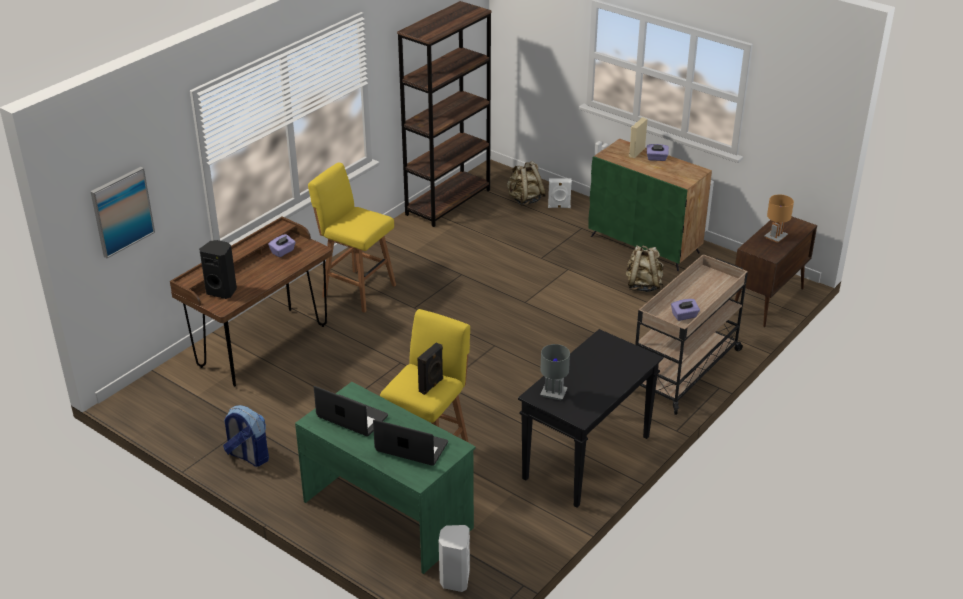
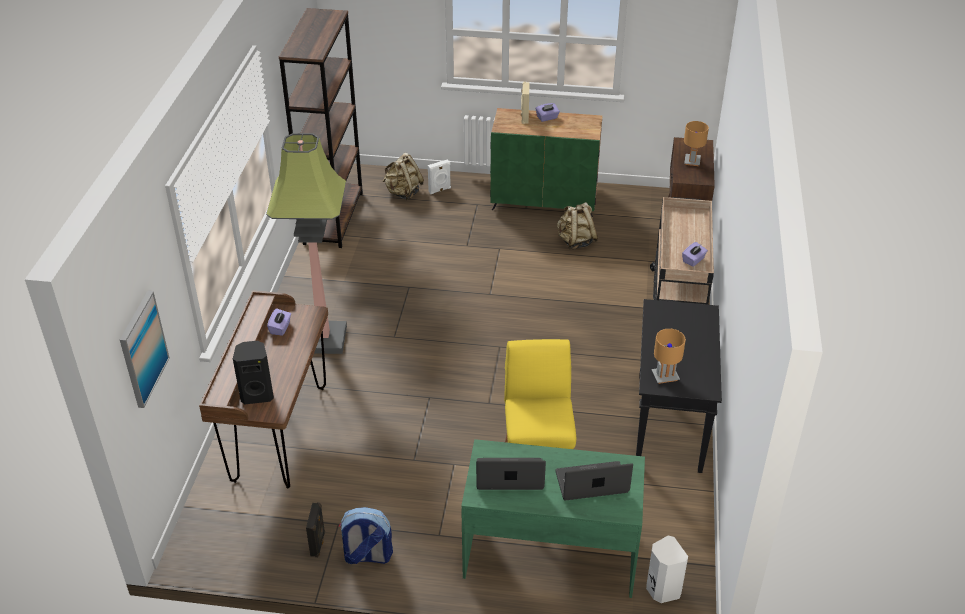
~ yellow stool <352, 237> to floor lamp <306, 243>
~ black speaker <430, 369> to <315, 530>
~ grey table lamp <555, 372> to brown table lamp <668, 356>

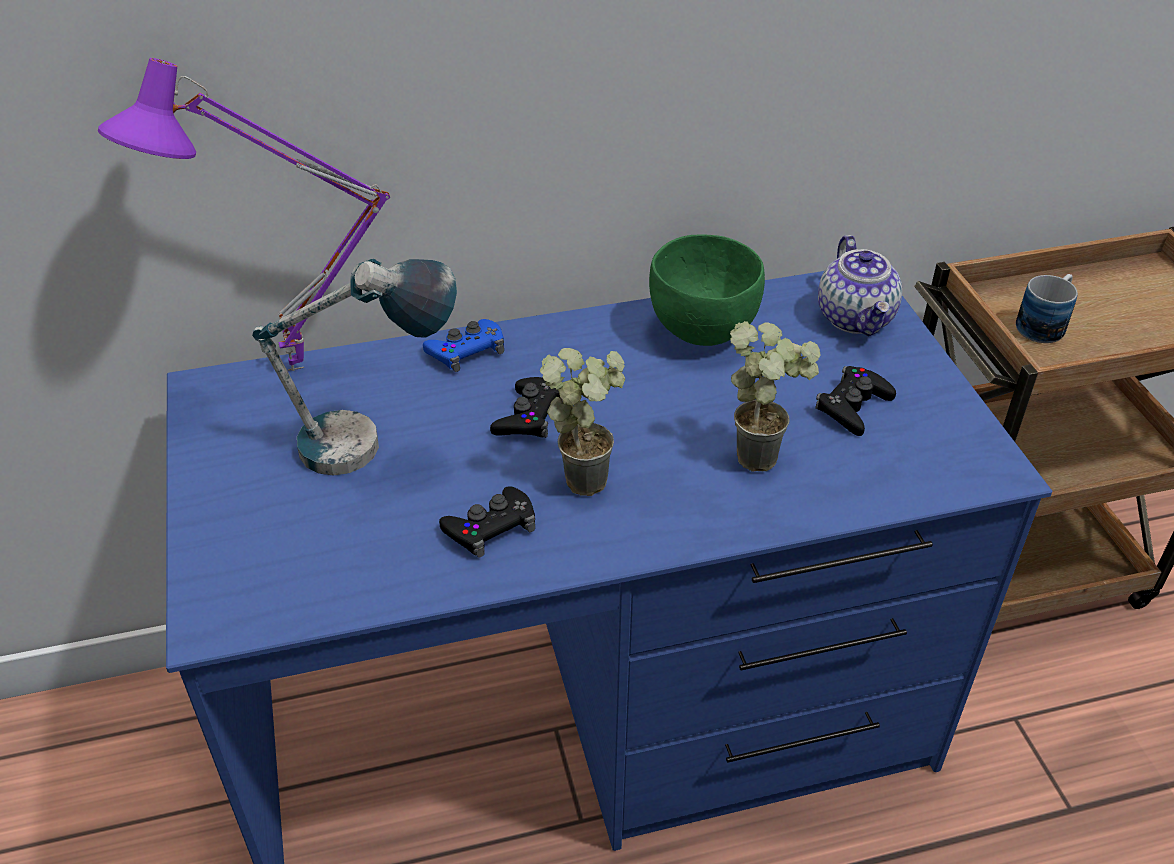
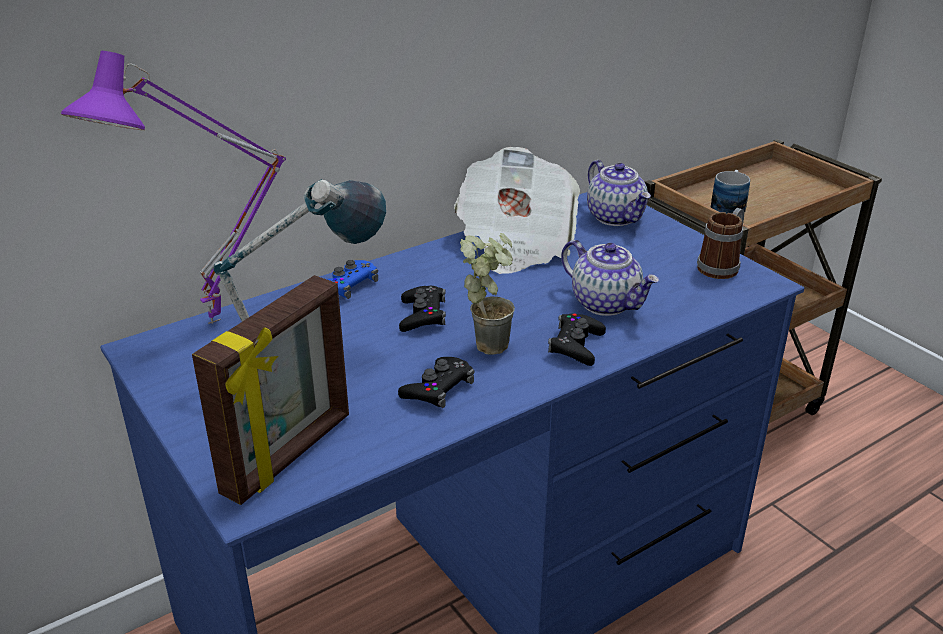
~ green bowl <707, 290> to newspaper <517, 210>
~ potted plant <775, 396> to teapot <610, 278>
~ black game controller <855, 401> to <577, 339>
+ mug <720, 243>
+ picture frame <270, 390>

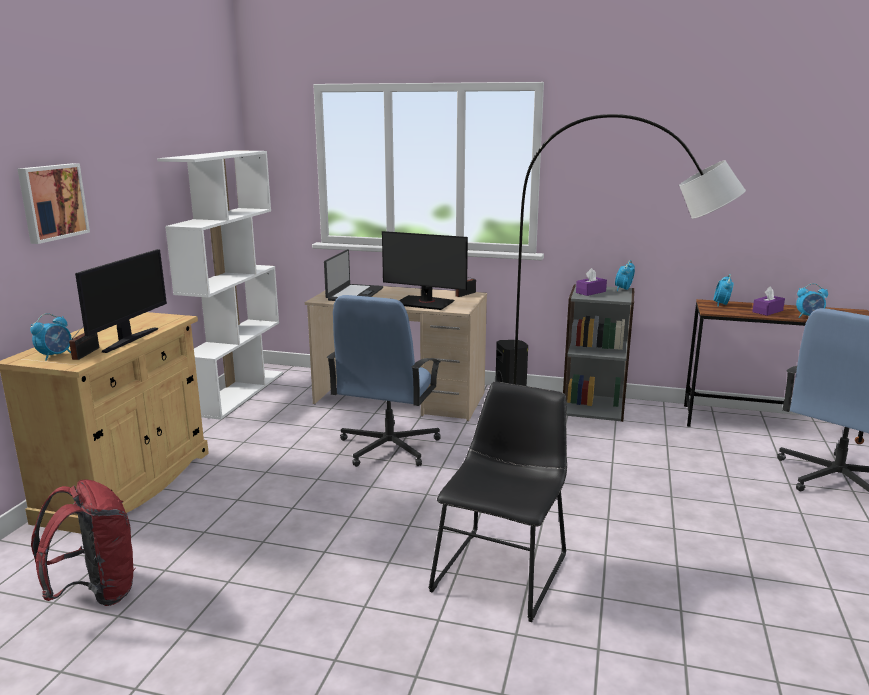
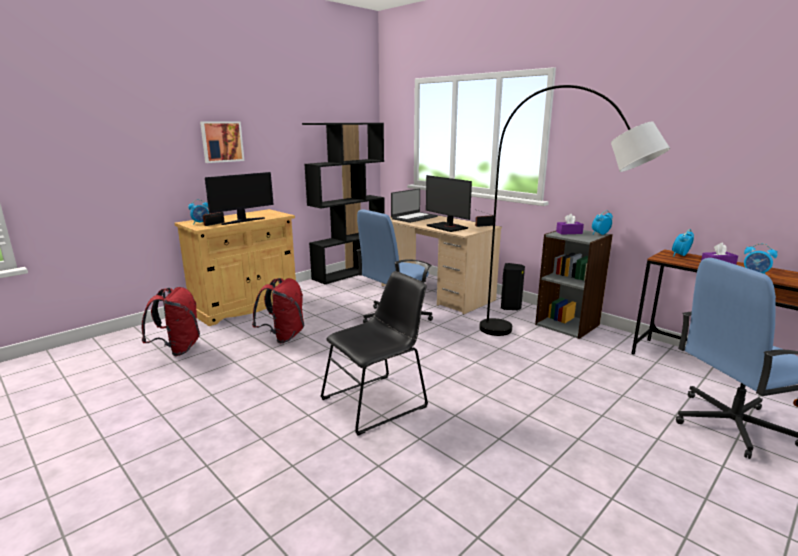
~ white bookcase <220, 285> to black bookcase <343, 203>
+ red backpack <278, 310>

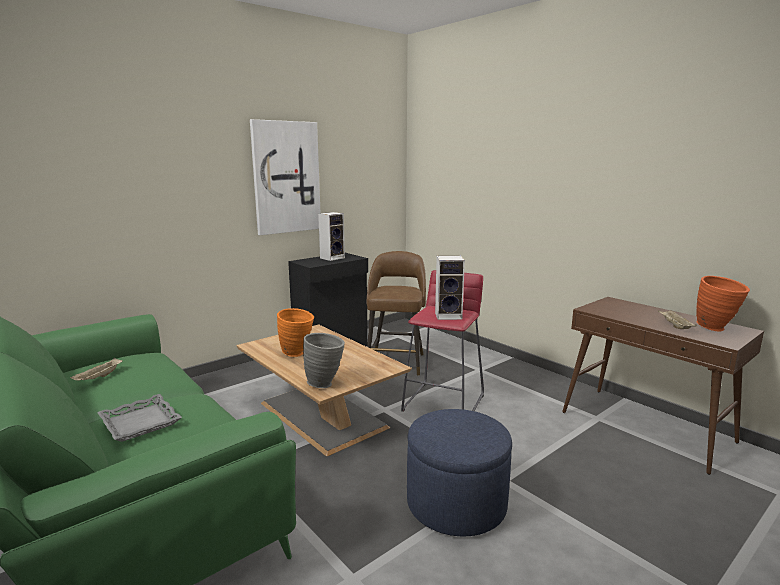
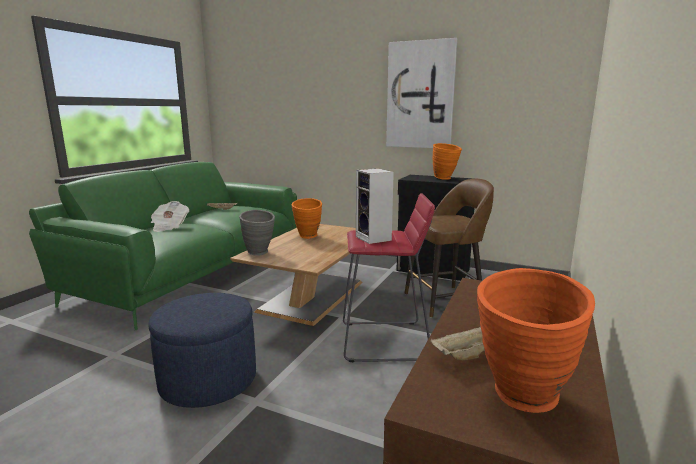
~ speaker <331, 236> to orange vase <447, 161>
~ grey tray <139, 418> to newspaper <169, 216>

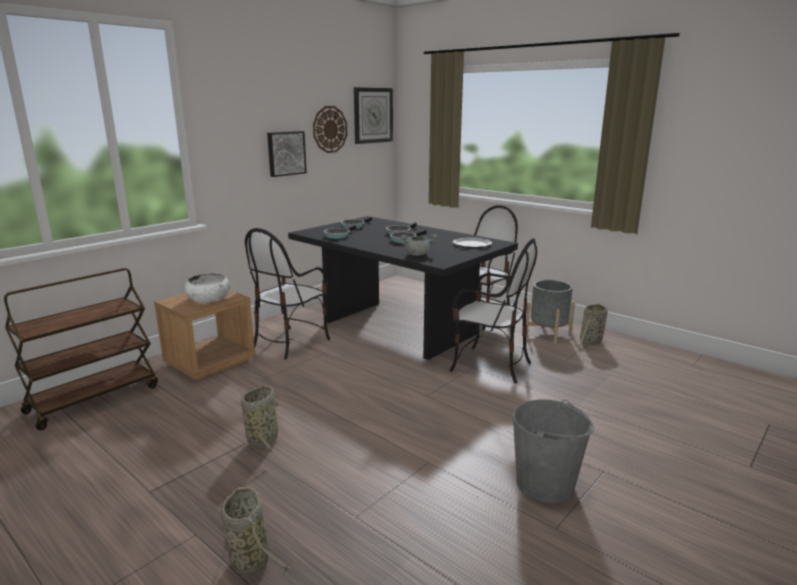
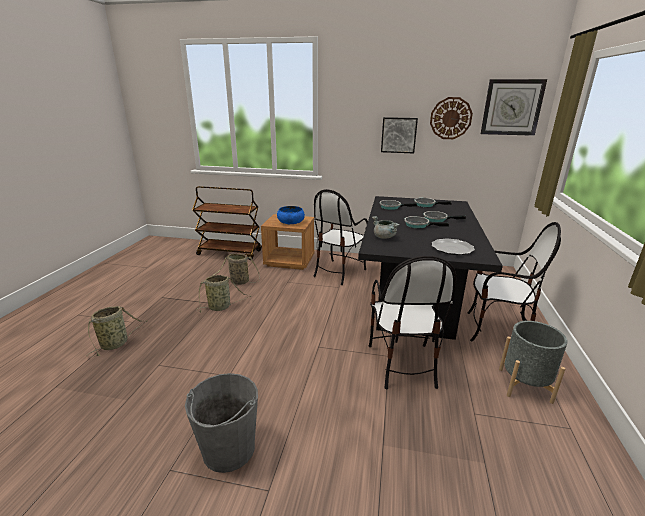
~ chair <287, 293> = <340, 237> 60 degrees counterclockwise
~ white bowl <207, 288> to blue bowl <291, 215>
~ basket <594, 328> to <236, 269>

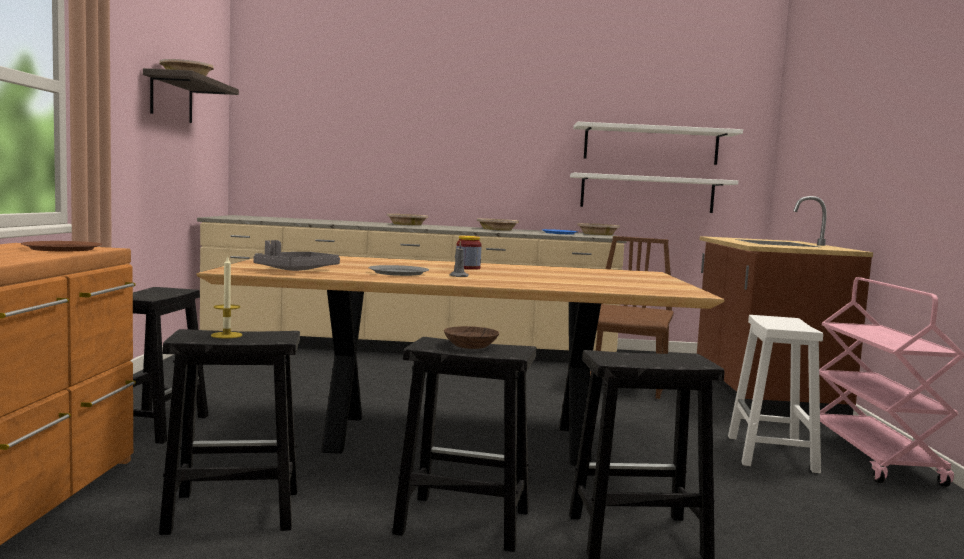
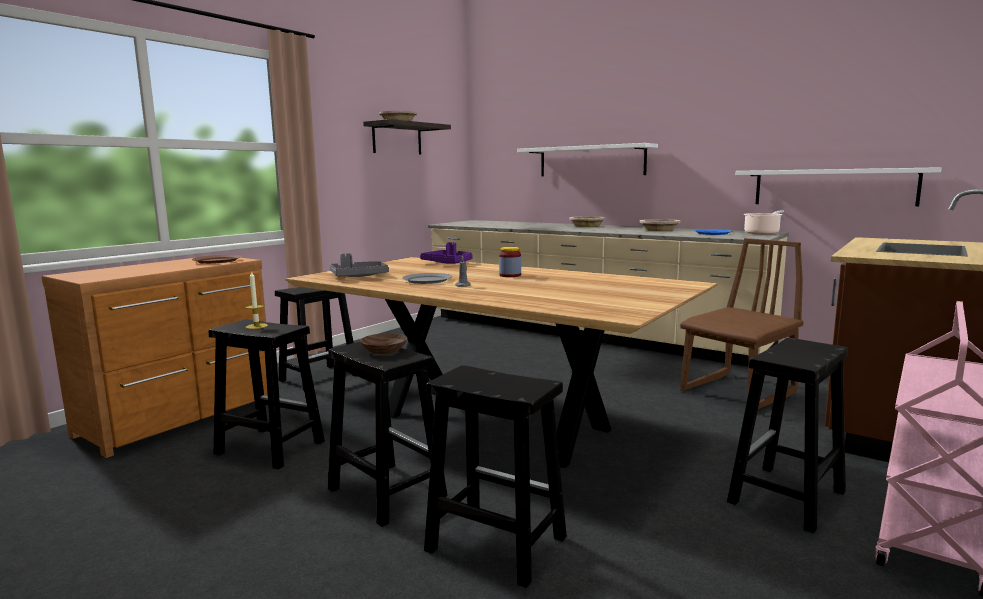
~ white shelf <658, 143> to <587, 160>
~ beige bowl <599, 229> to cooking pot <764, 222>
~ white stool <775, 394> to black stool <787, 436>
+ purple tray <446, 253>

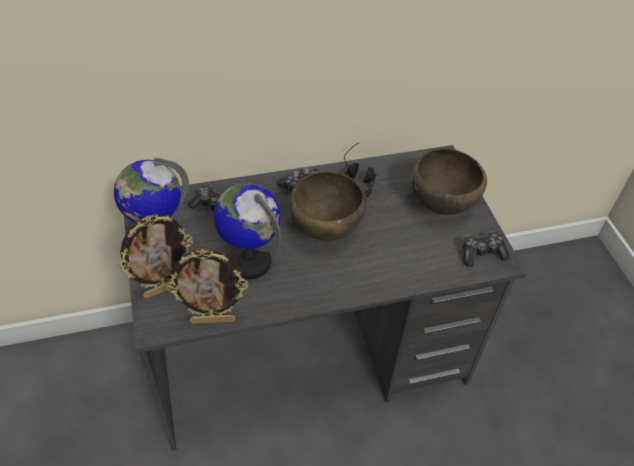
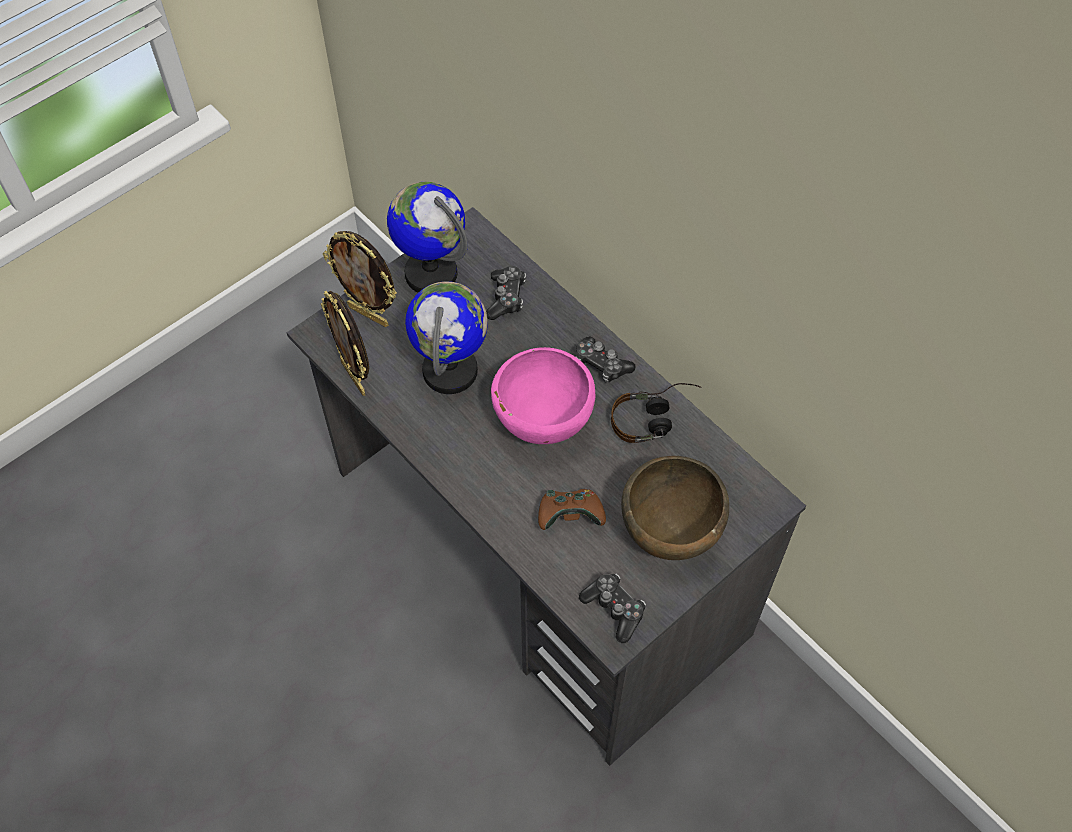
~ brown bowl <327, 206> to pink bowl <543, 395>
+ brown game controller <572, 509>

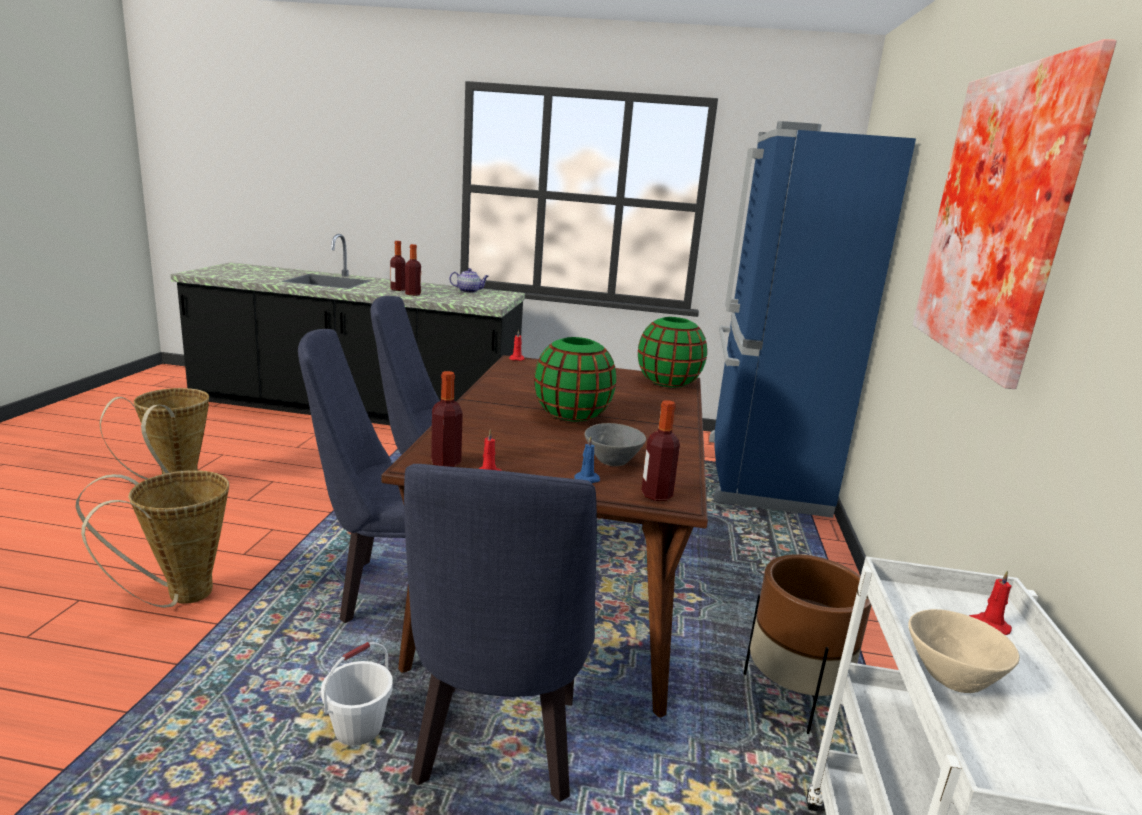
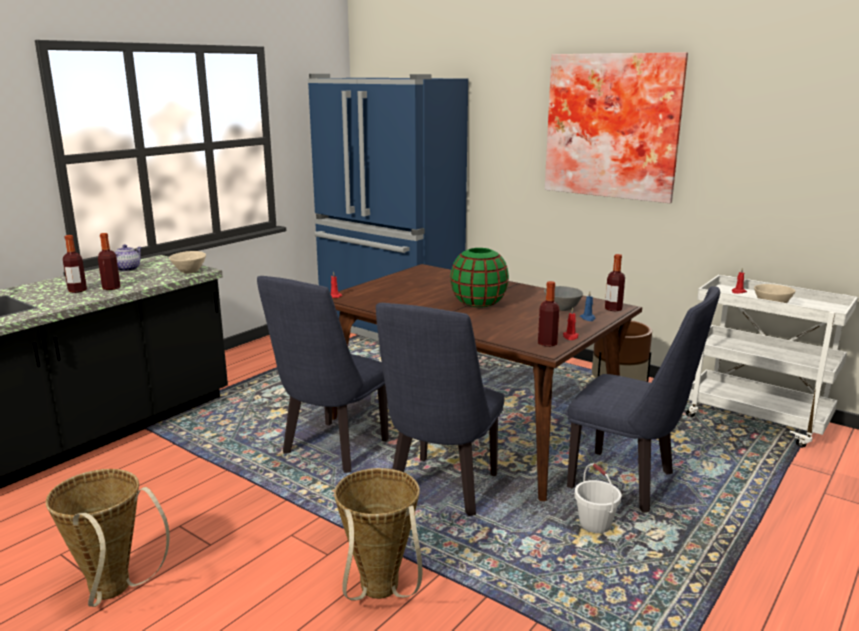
- green vase <672, 352>
+ beige bowl <187, 262>

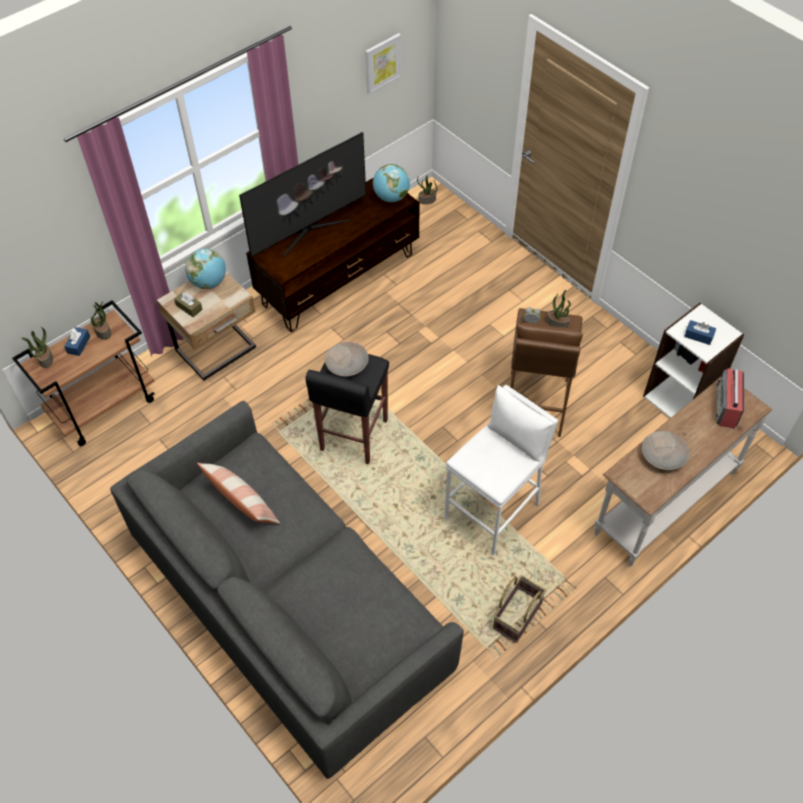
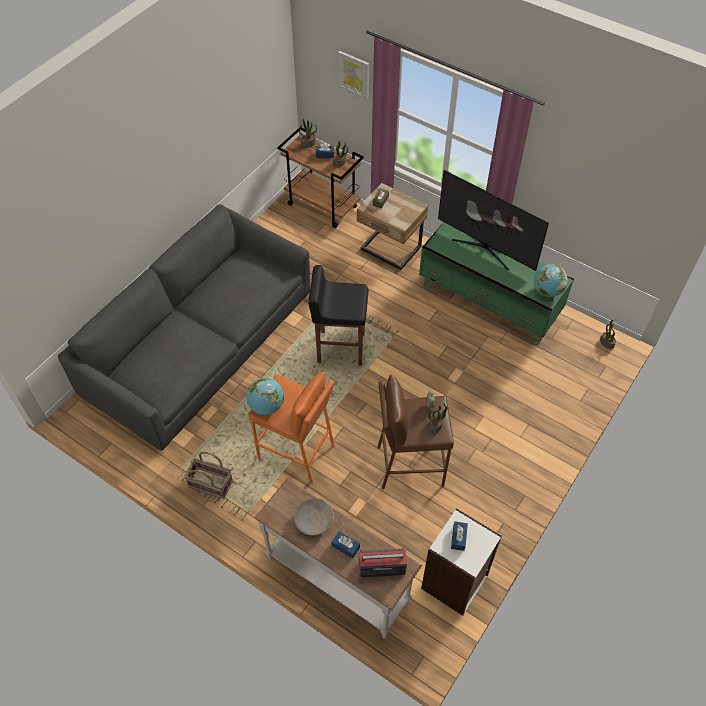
~ picture <383, 63> to <353, 75>
~ brown tv stand <333, 254> to green tv stand <496, 284>
~ globe <205, 269> to <265, 396>
- beige bowl <347, 359>
~ white stool <501, 470> to orange stool <291, 428>
- pillow <238, 493>
+ blue tissue box <346, 544>

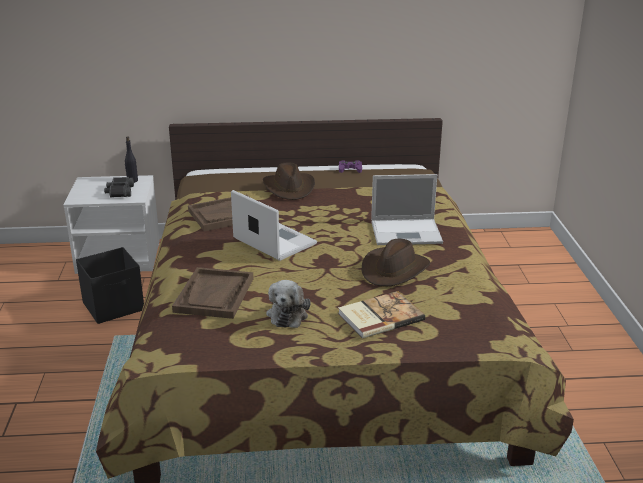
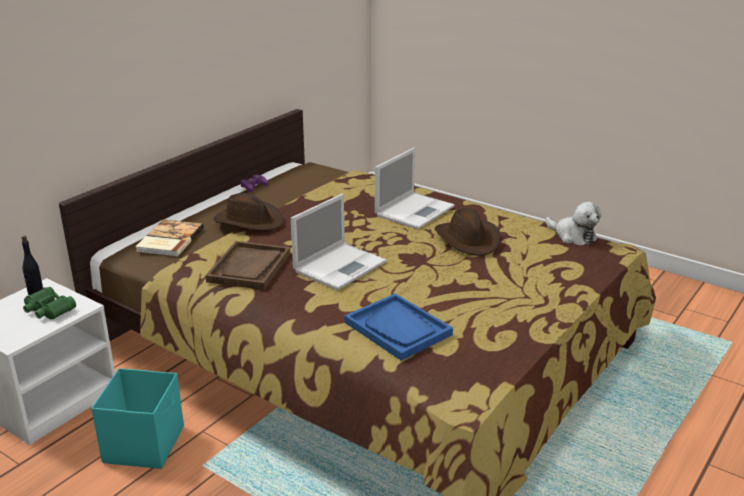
~ black binoculars <119, 187> to green binoculars <49, 303>
~ laptop <274, 225> = <338, 242> 135 degrees clockwise
~ black storage box <110, 285> to turquoise storage box <137, 418>
~ brown tray <213, 293> to blue tray <399, 327>
~ plush toy <288, 304> to <573, 224>
~ book <381, 315> to <169, 238>

